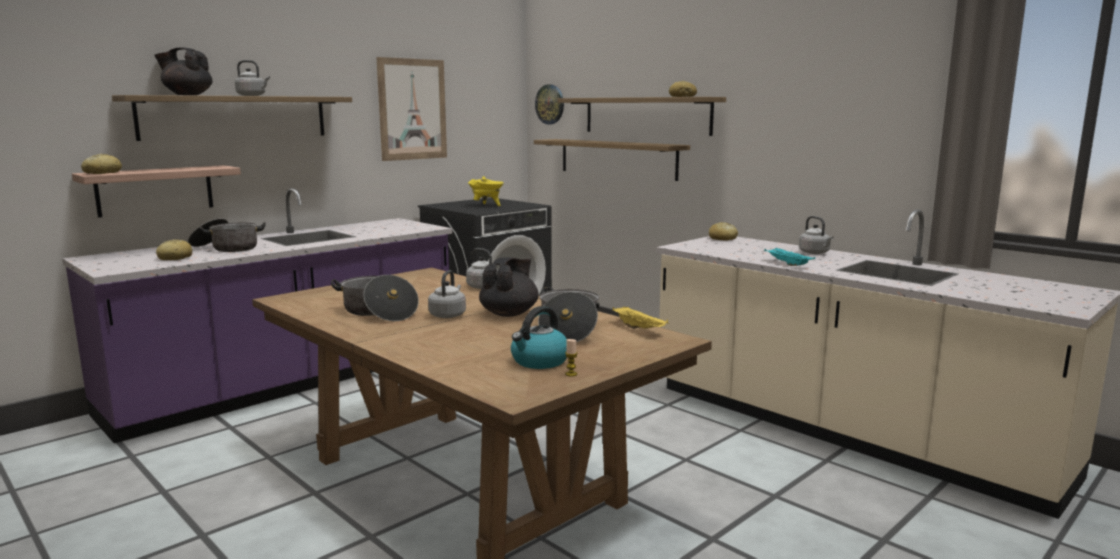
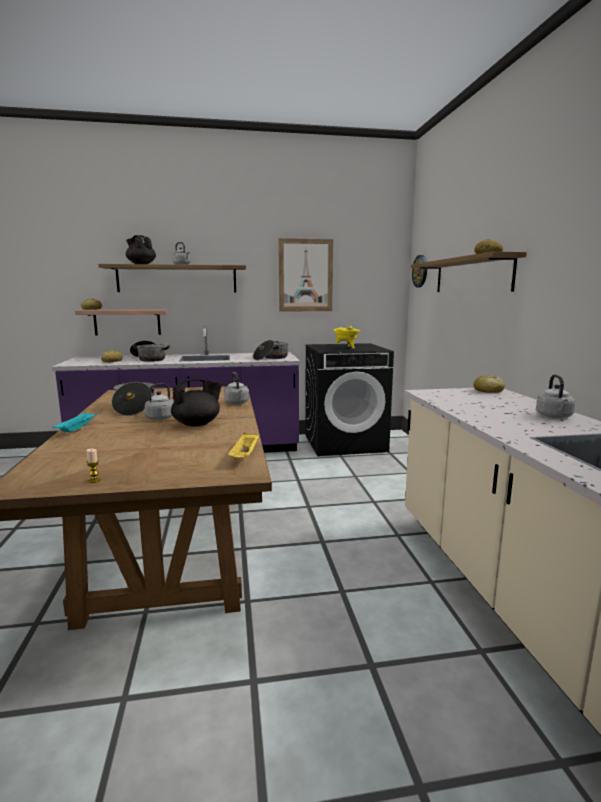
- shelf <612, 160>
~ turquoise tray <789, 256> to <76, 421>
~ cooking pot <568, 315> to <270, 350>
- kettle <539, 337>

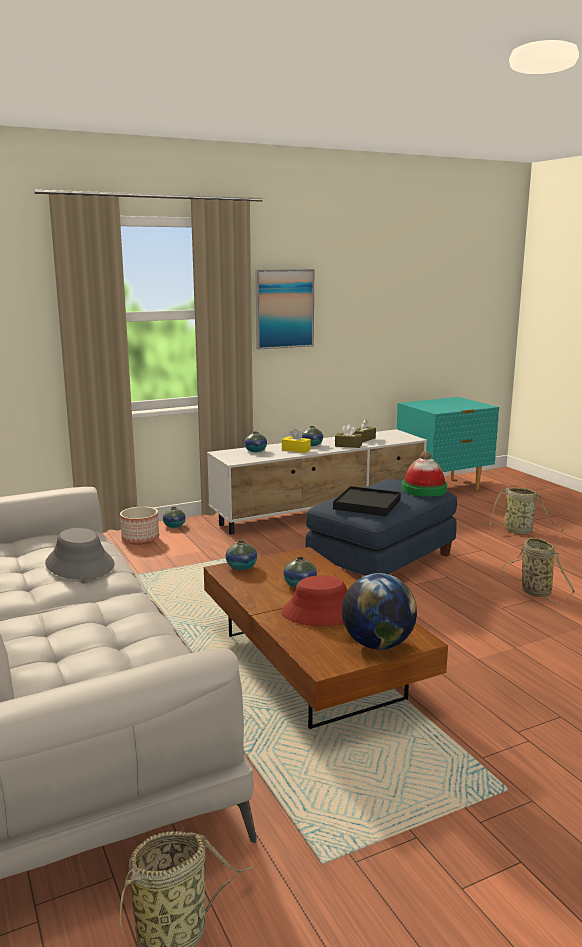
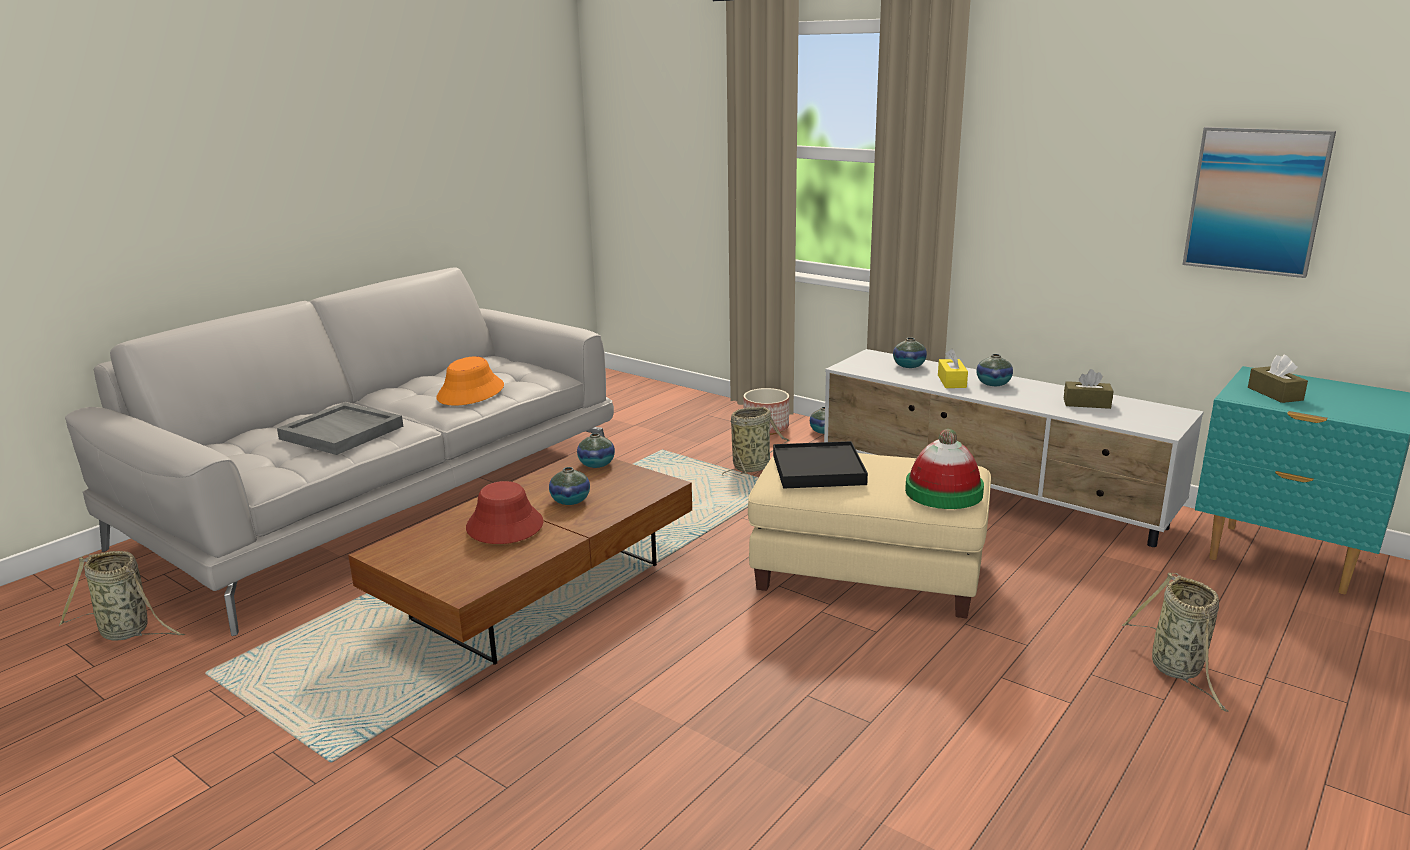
~ picture <284, 309> to <1259, 202>
~ brown tissue box <348, 436> to <1278, 378>
~ blue ottoman <381, 527> to beige ottoman <869, 535>
~ grey hat <79, 553> to orange hat <470, 381>
~ basket <538, 571> to <756, 441>
- globe <379, 611>
+ grey tray <340, 428>

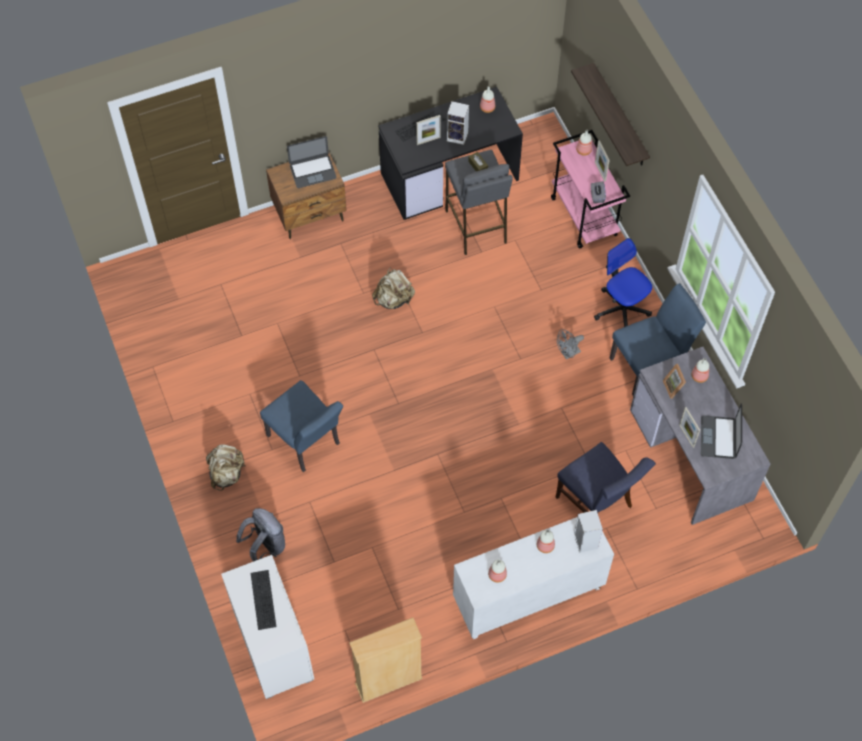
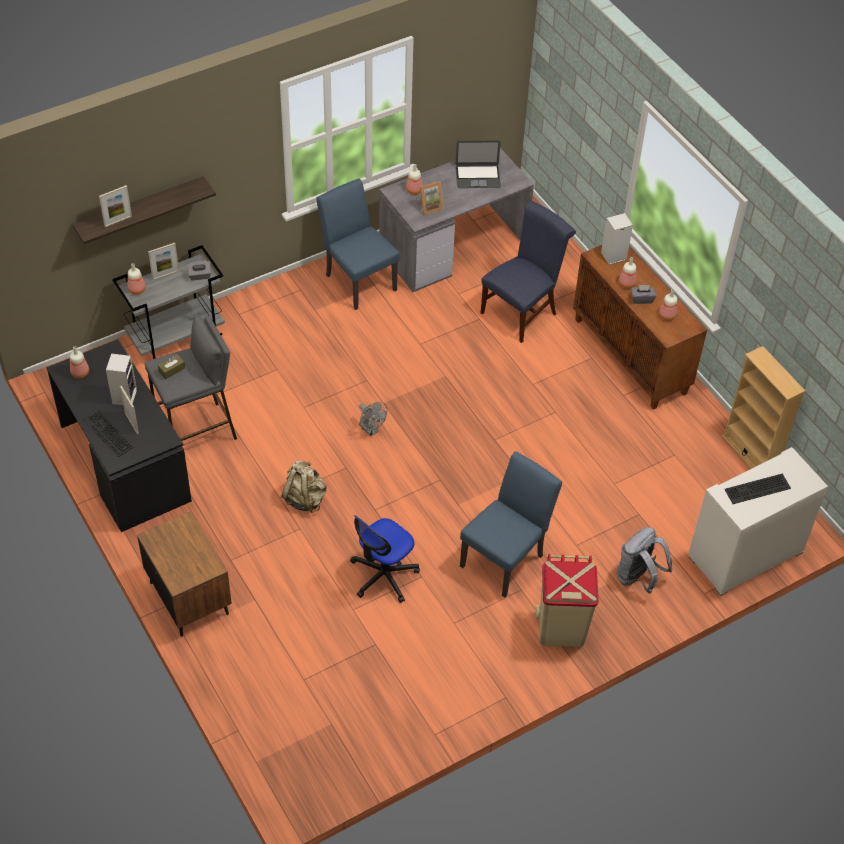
~ pink cart <590, 189> to grey cart <168, 302>
- laptop <312, 162>
~ office chair <623, 282> to <385, 559>
~ grey fan <570, 344> to <373, 419>
~ picture frame <689, 427> to <115, 206>
~ beige backpack <225, 467> to beige trash can <567, 600>
~ white cabinet <533, 578> to brown cabinet <640, 327>
+ grey tissue box <643, 294>

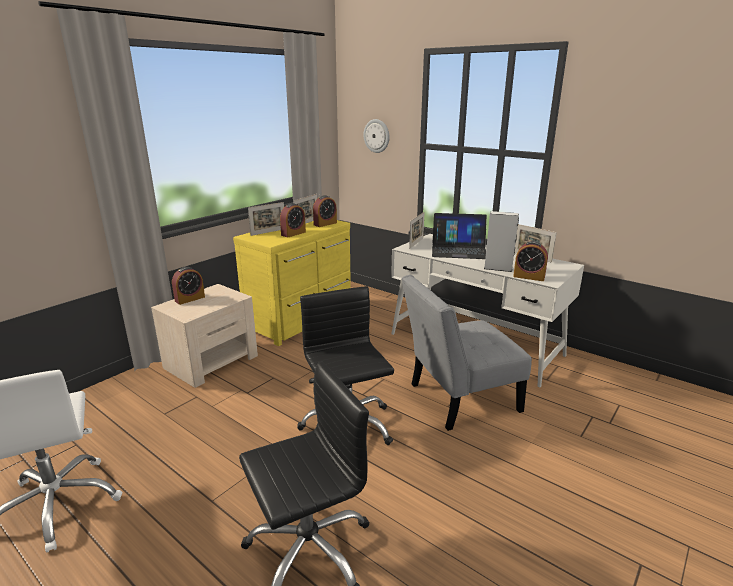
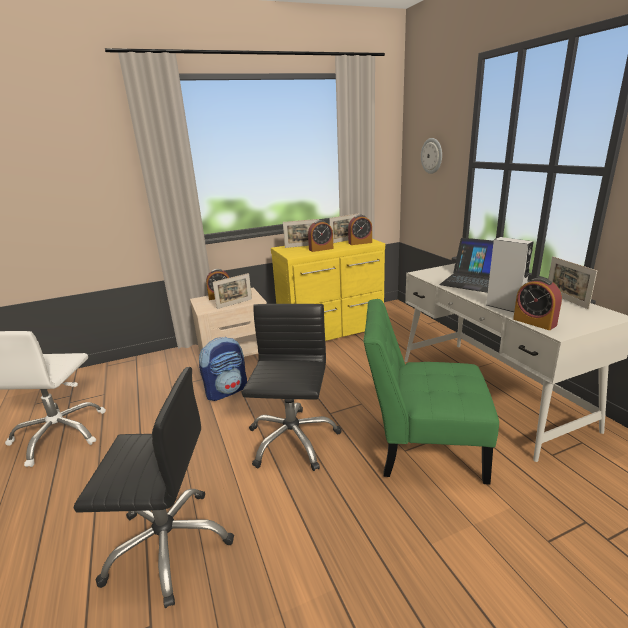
~ picture frame <417, 230> to <232, 291>
~ grey chair <466, 353> to green chair <431, 392>
+ backpack <223, 369>

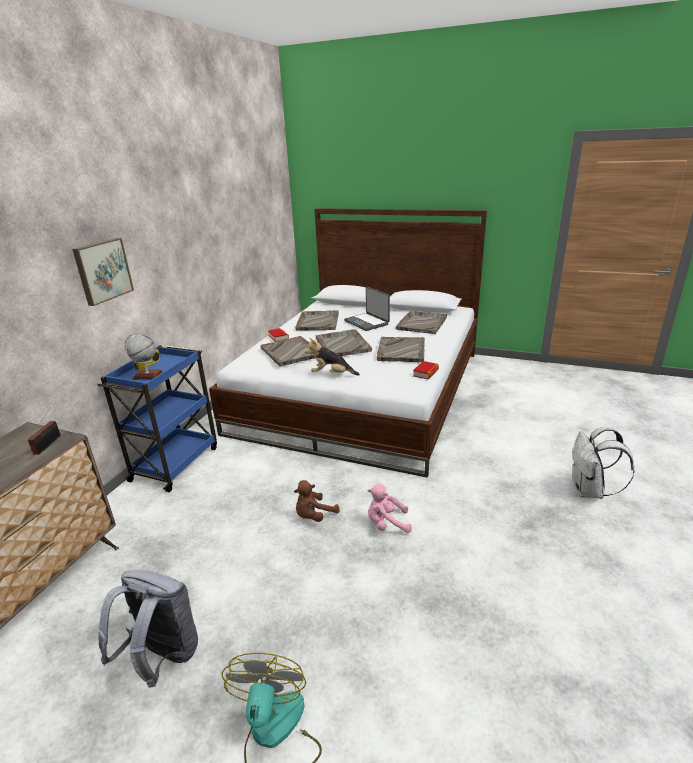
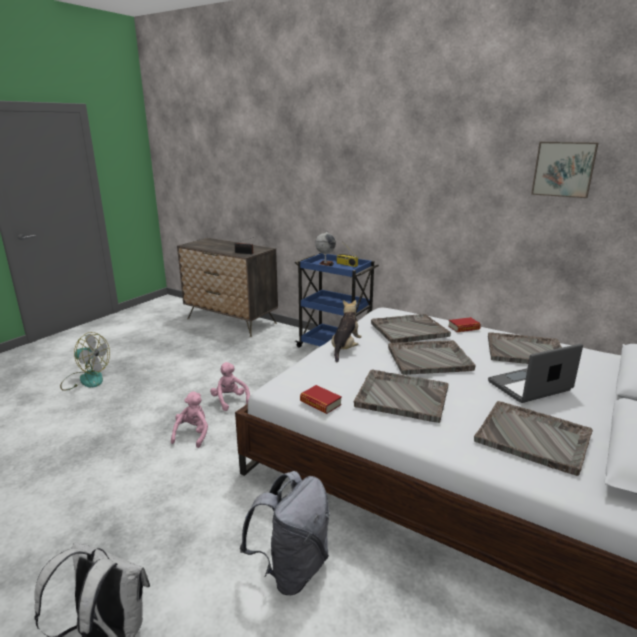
~ picture <103, 272> to <564, 170>
~ brown plush toy <317, 501> to pink plush toy <230, 386>
~ grey backpack <148, 629> to <285, 533>

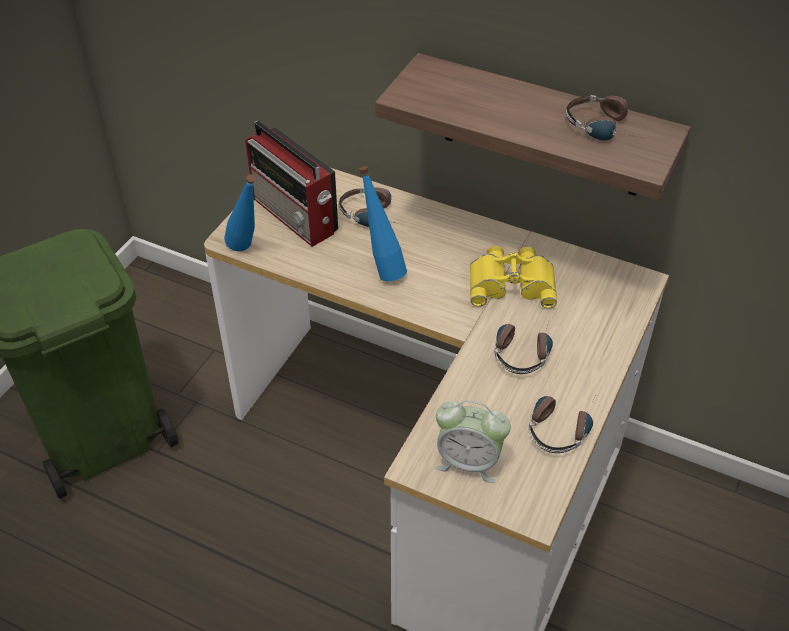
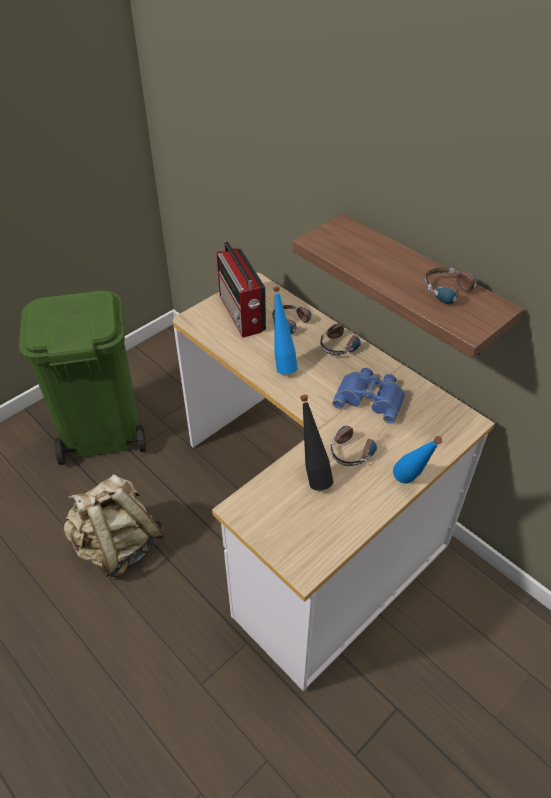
~ blue bottle <239, 212> to <418, 460>
~ yellow binoculars <513, 277> to blue binoculars <368, 396>
~ headphones <562, 424> to <343, 339>
- alarm clock <473, 441>
+ black bottle <316, 443>
+ beige backpack <114, 526>

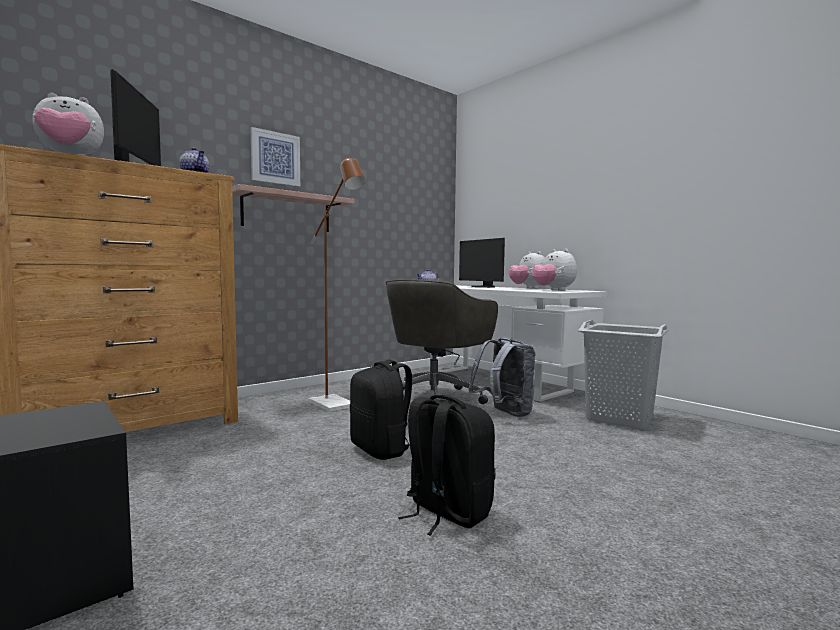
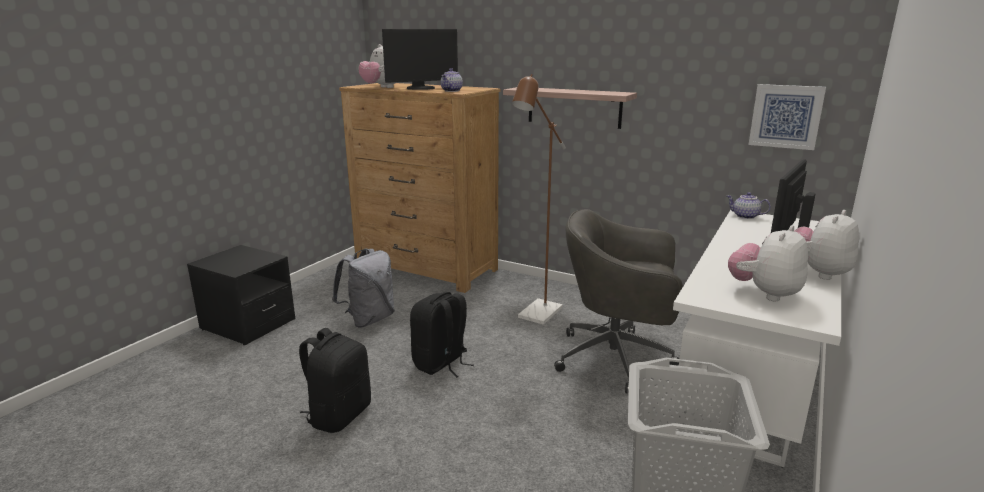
~ picture <275, 157> to <787, 117>
~ grey backpack <502, 377> to <363, 288>

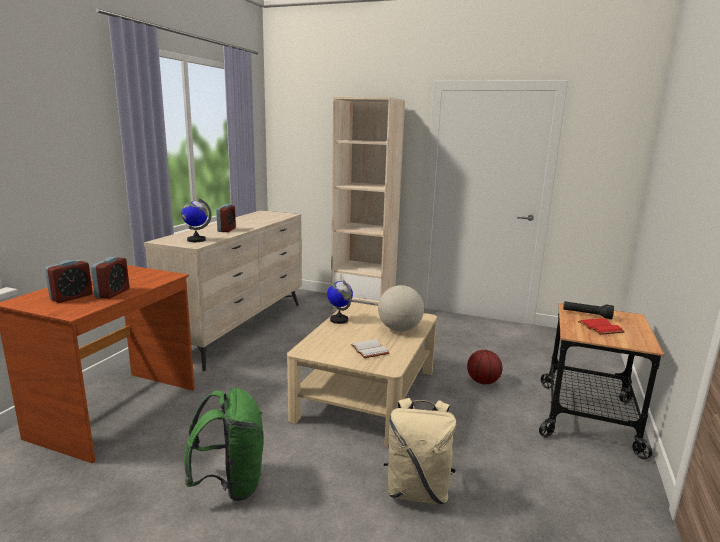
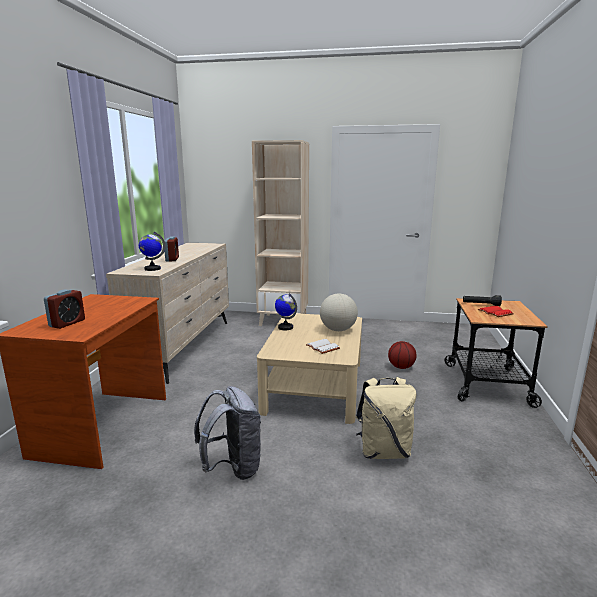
- alarm clock <110, 278>
~ green backpack <224, 444> to grey backpack <227, 433>

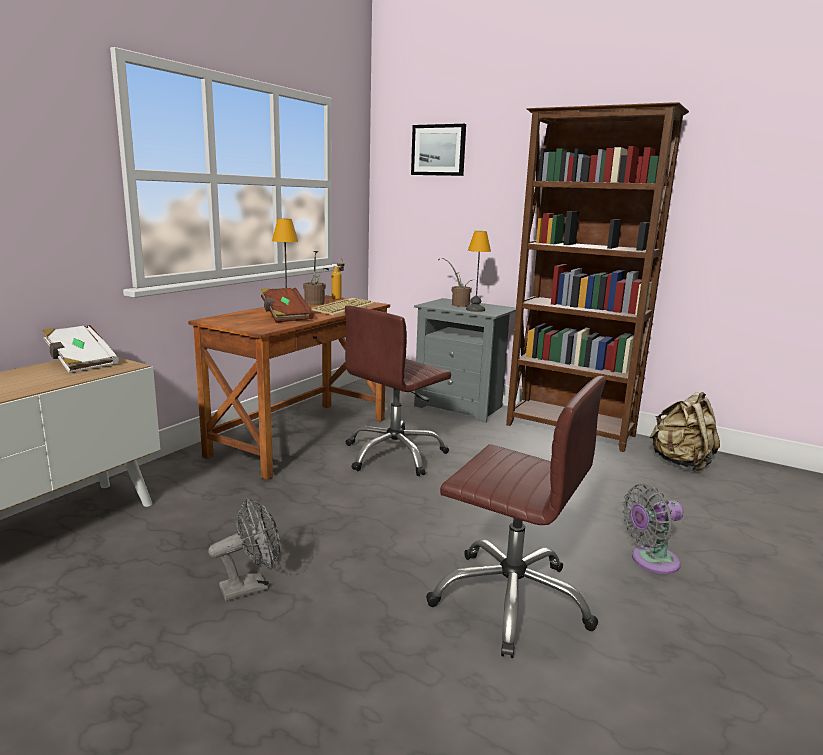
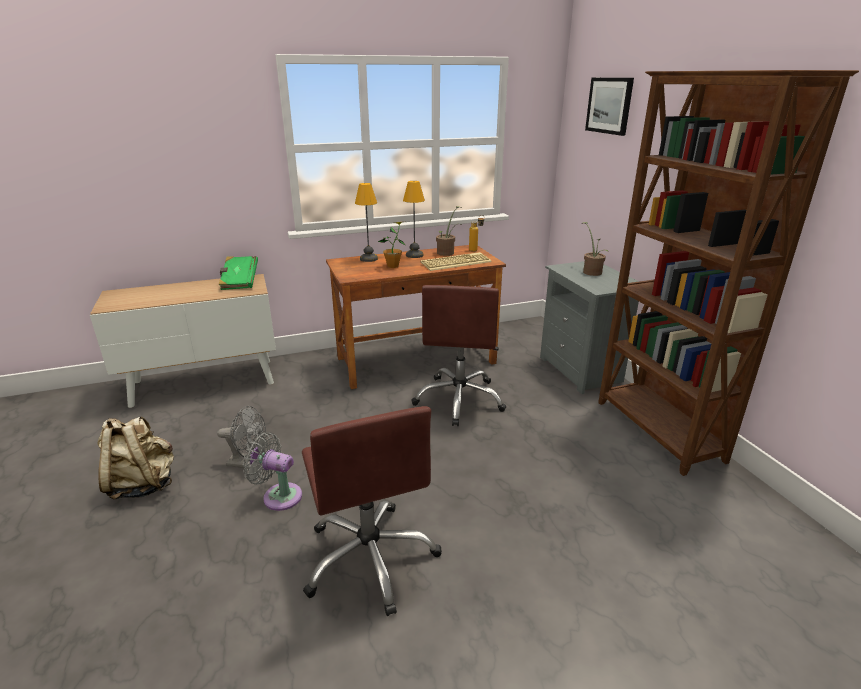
~ table lamp <478, 271> to <366, 222>
~ brown book <287, 305> to potted plant <392, 245>
~ brown office chair <398, 390> = <458, 355> 75 degrees counterclockwise
~ white book <81, 349> to green book <238, 273>
~ beige backpack <684, 432> to <136, 458>
~ grey fan <653, 529> to <272, 471>

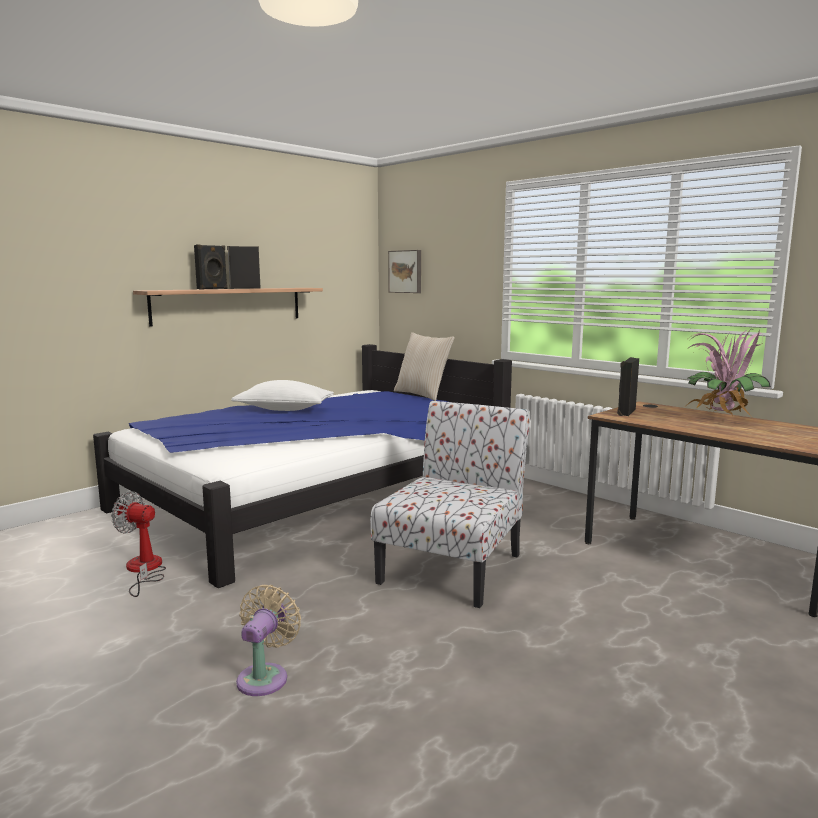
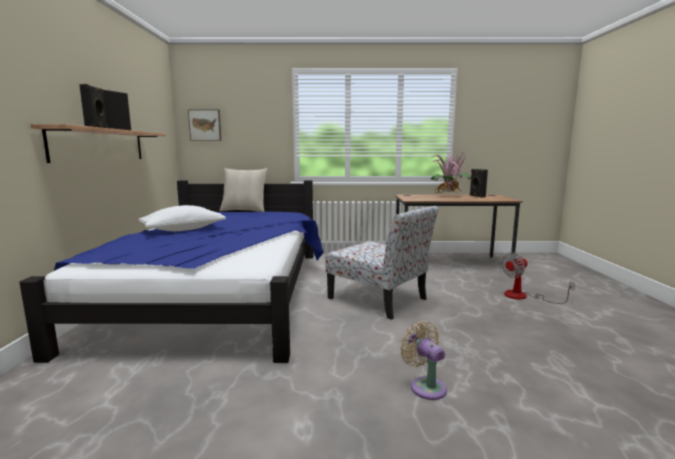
~ black speaker <628, 386> to <479, 183>
~ chair <450, 504> = <382, 263> 150 degrees clockwise
~ fan <138, 544> to <538, 278>

